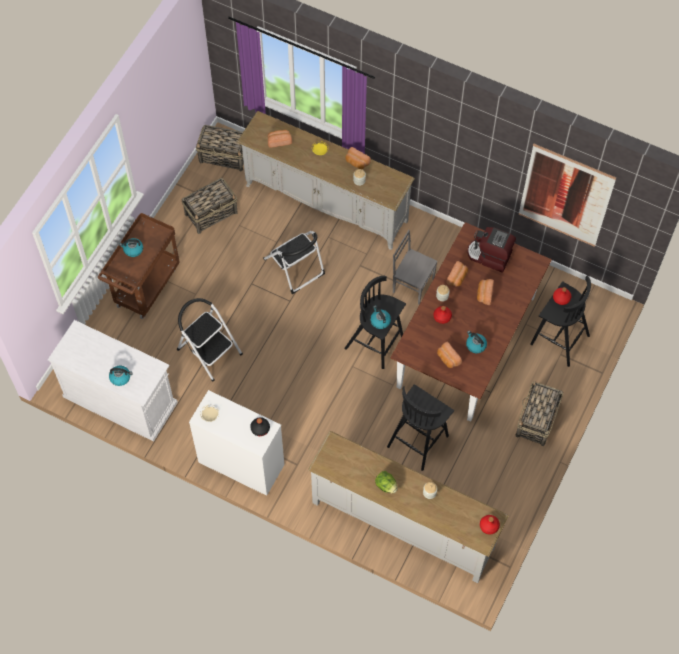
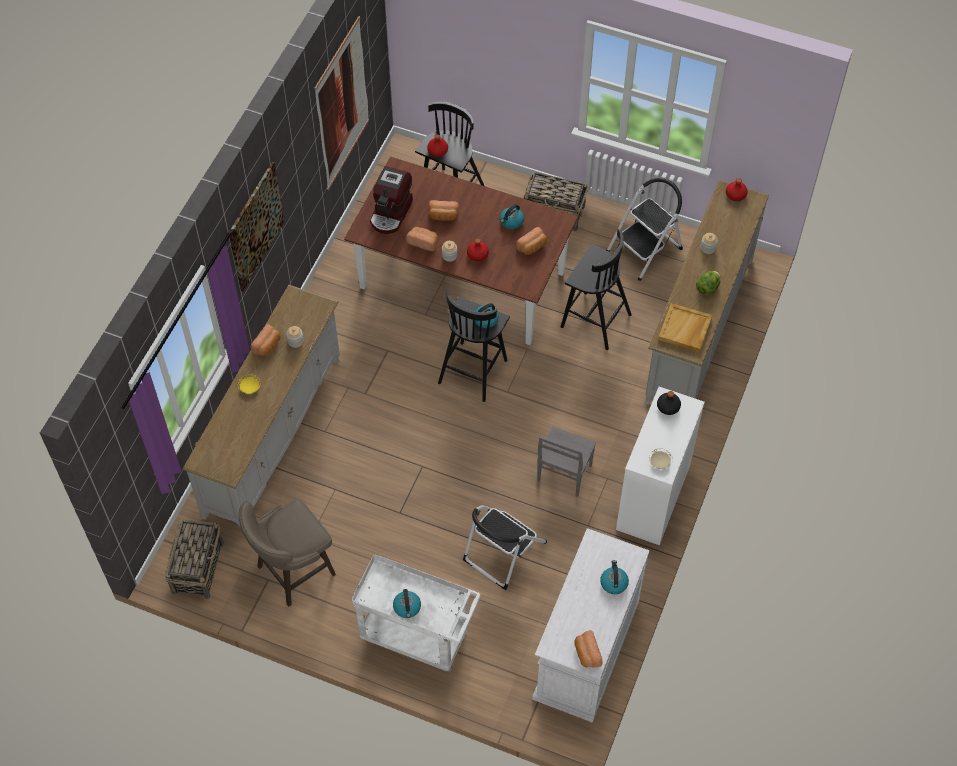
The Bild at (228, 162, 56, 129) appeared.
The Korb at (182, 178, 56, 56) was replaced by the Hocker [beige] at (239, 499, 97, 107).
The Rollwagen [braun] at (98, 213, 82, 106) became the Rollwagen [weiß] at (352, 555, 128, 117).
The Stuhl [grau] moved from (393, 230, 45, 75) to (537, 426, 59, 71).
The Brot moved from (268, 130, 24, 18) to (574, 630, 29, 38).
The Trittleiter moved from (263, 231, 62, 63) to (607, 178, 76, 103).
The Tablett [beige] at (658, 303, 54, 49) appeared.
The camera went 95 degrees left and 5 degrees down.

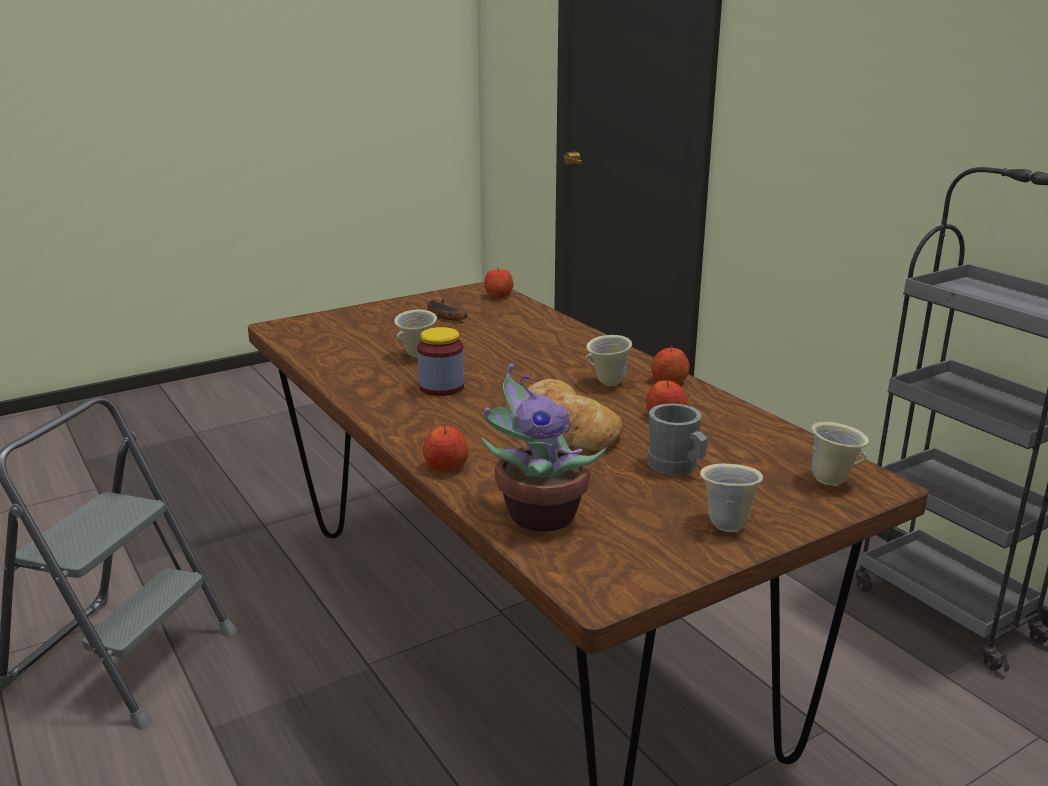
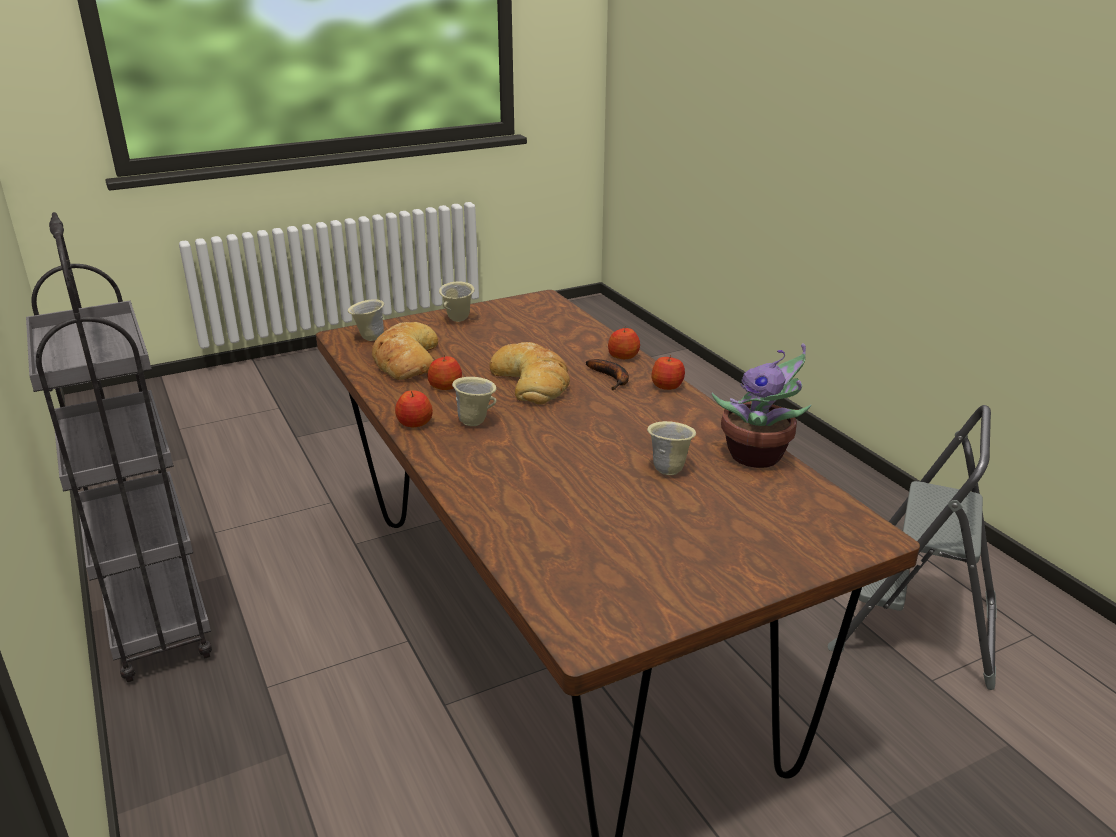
The Brot at (372, 322, 66, 58) appeared.
The Banane moved from (427, 299, 41, 22) to (586, 359, 43, 31).
The Apfel moved from (484, 269, 29, 29) to (651, 355, 34, 35).
The Topfpflanze moved from (482, 364, 124, 168) to (712, 343, 99, 125).
The Vorratsglas at (417, 327, 47, 69) disappeared.
The Henkelbecher [grau] at (647, 403, 61, 73) disappeared.
The camera went 175 degrees left and 5 degrees up.

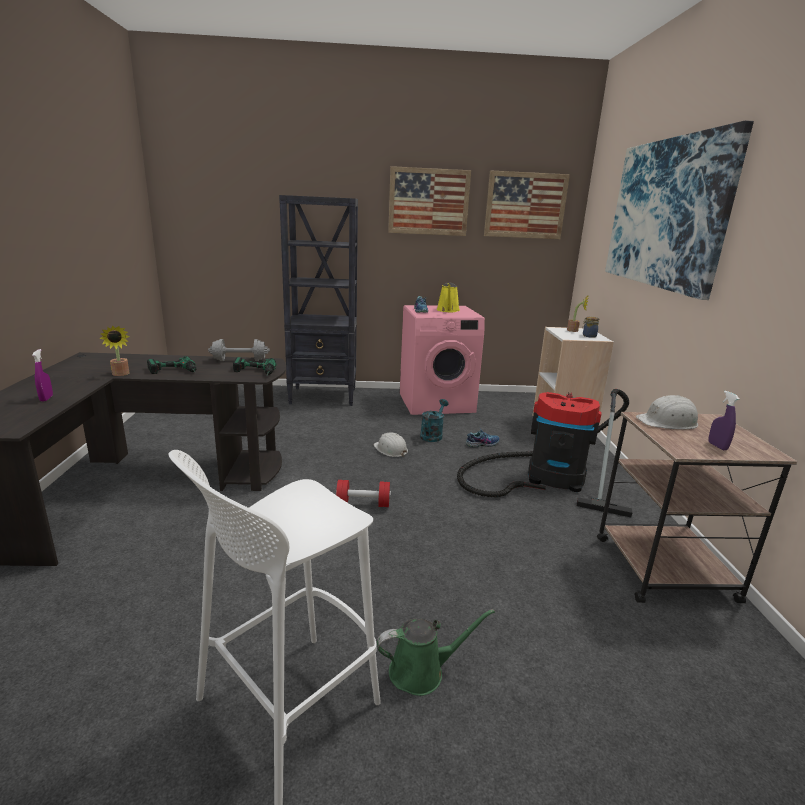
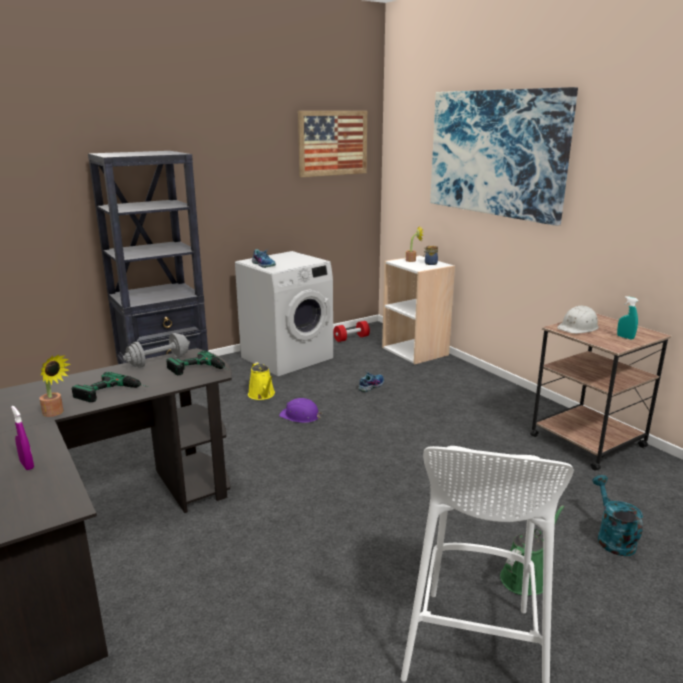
The Waschmaschine [rosa] at (400, 305, 85, 110) became the Waschmaschine [weiß] at (235, 251, 98, 125).
The Gießkanne [gelb] moved from (437, 283, 23, 29) to (248, 362, 27, 38).
The Schutzhelm [weiß] at (373, 432, 35, 25) became the Schutzhelm [lila] at (279, 398, 43, 25).
The Hantel [rot] moved from (336, 480, 55, 27) to (333, 321, 37, 21).
The Gießkanne [türkis] moved from (420, 399, 29, 43) to (592, 475, 51, 81).
The Sprühflasche [lila] at (709, 391, 30, 59) became the Sprühflasche [türkis] at (617, 296, 21, 44).
The Bild at (388, 166, 83, 70) disappeared.
The Staubsauger at (457, 389, 175, 128) disappeared.
The camera went 30 degrees left and 0 degrees up.

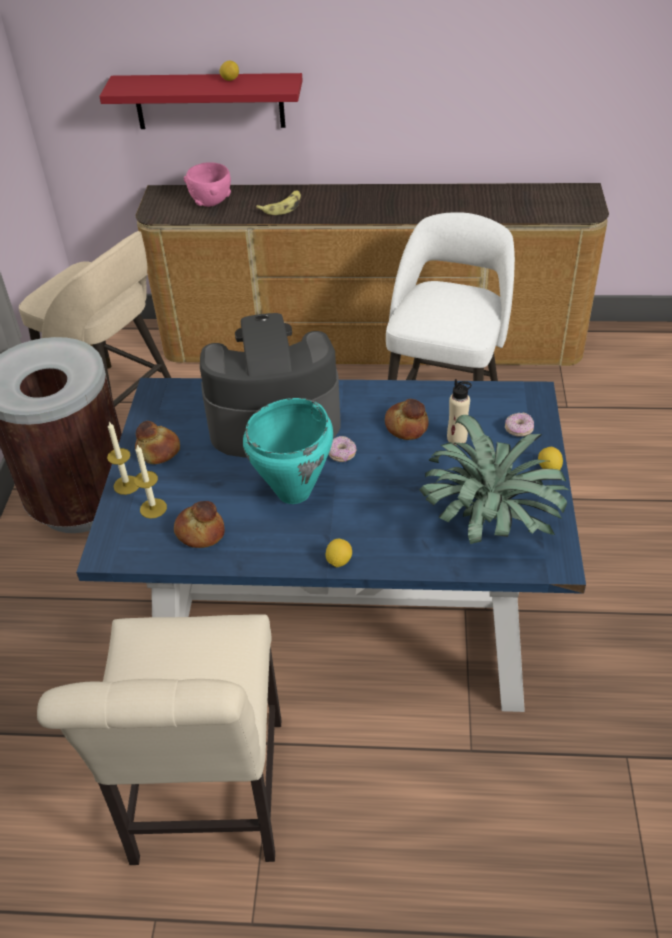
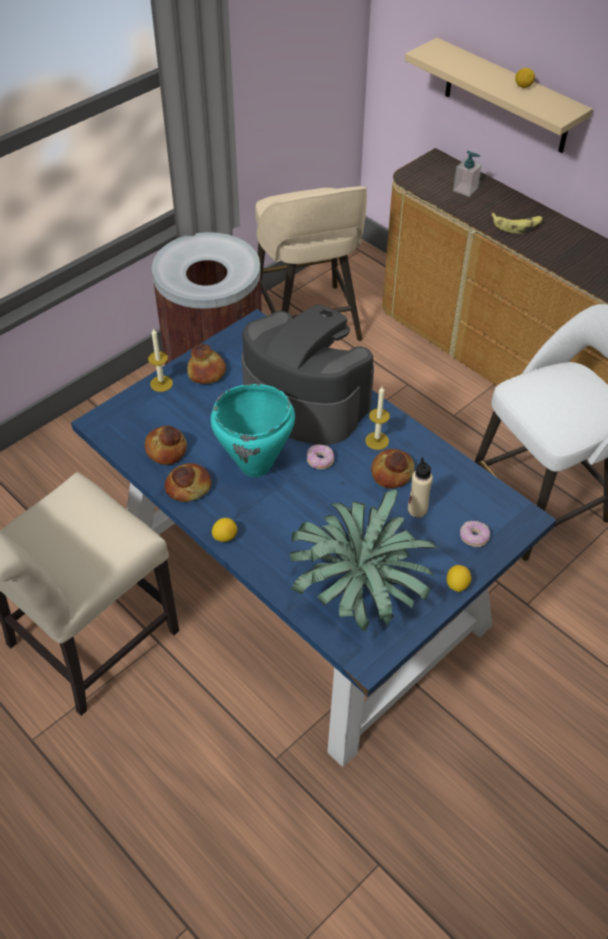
The Brot at (165, 463, 46, 39) appeared.
The Kerze moved from (134, 445, 33, 74) to (365, 386, 25, 64).
The Wandregal [rot] at (99, 73, 204, 56) became the Wandregal [beige] at (405, 38, 188, 115).
The Schüssel [rosa] at (184, 162, 47, 45) was replaced by the Seifenspender at (453, 151, 29, 46).
The camera went 40 degrees right and 5 degrees up.

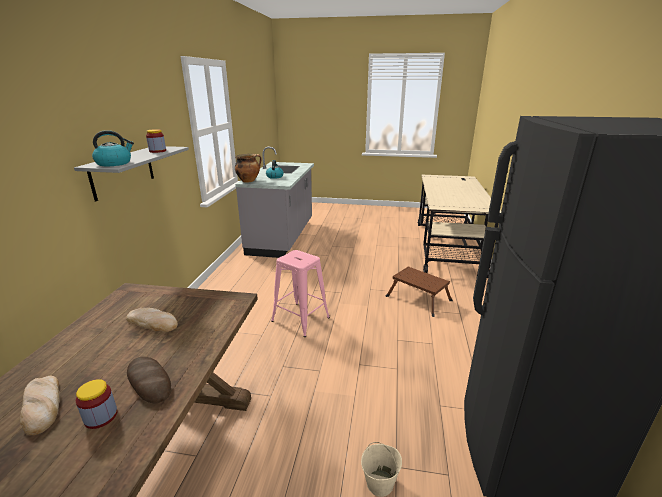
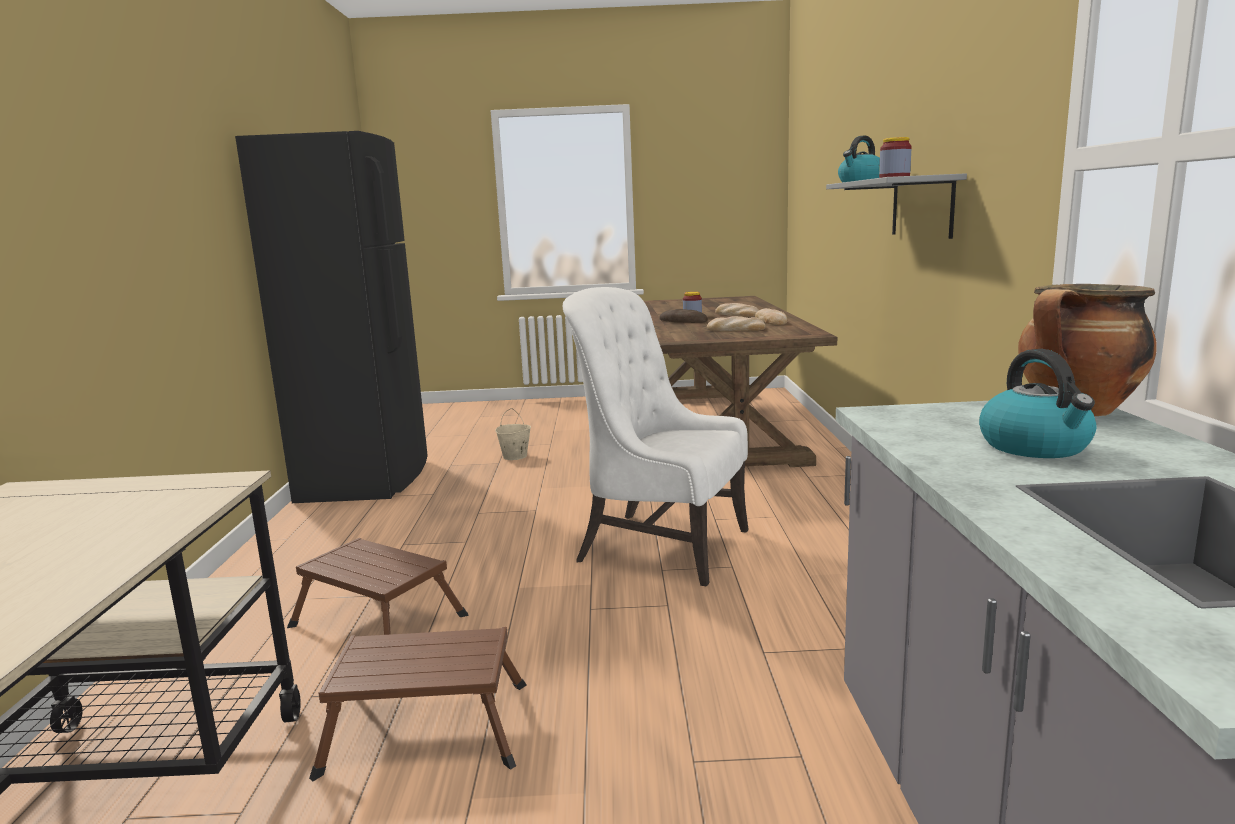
The Trittleiter [braun] at (309, 627, 218, 154) appeared.
The Hocker [rosa] at (271, 250, 59, 87) was replaced by the Stuhl [weiß] at (563, 287, 186, 299).
The Brot at (755, 308, 32, 17) appeared.
The camera went 170 degrees right and 10 degrees down.

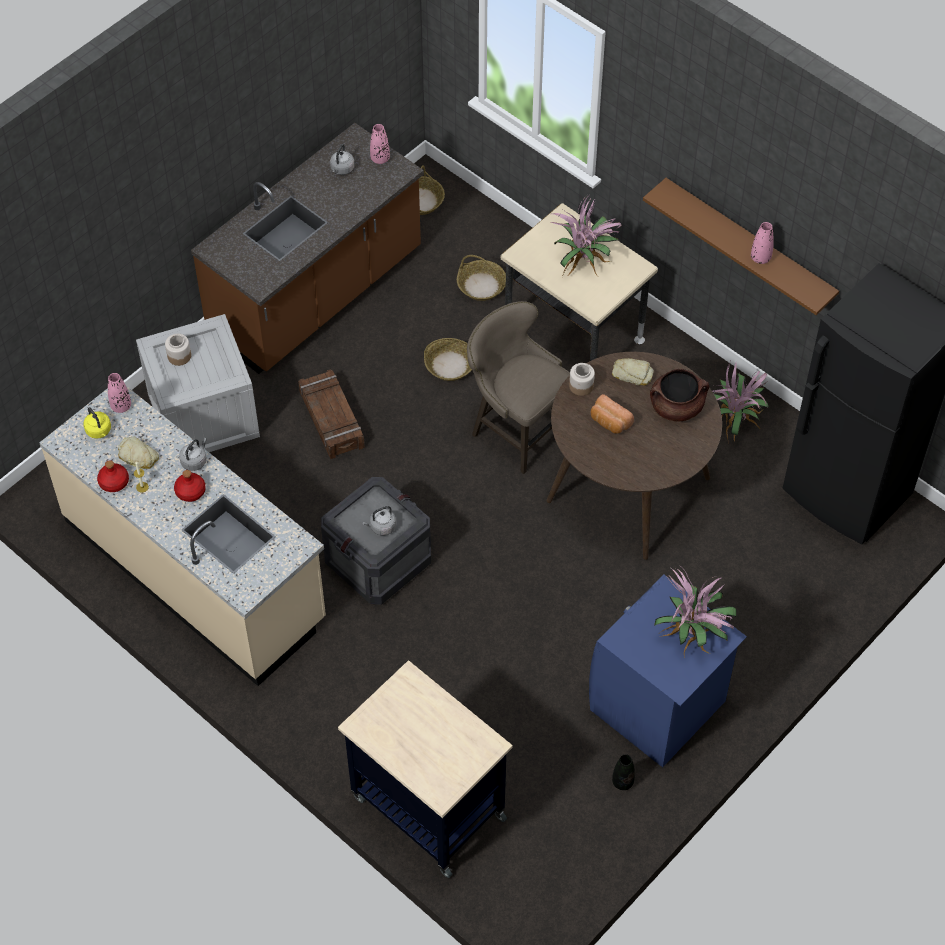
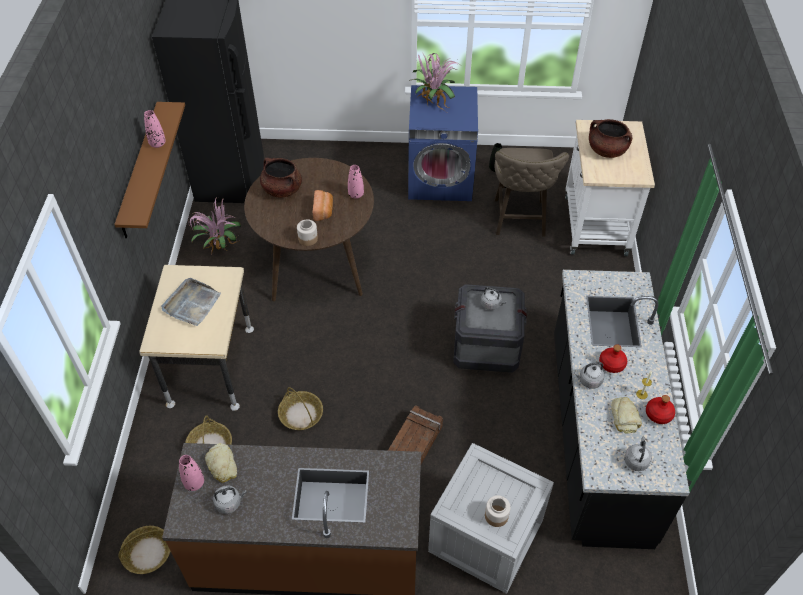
The Topfpflanze at (550, 197, 72, 80) was replaced by the Tablett [grau] at (161, 278, 60, 48).
The Brot moved from (612, 358, 42, 27) to (205, 443, 32, 40).
The Vase [rosa] moved from (108, 373, 23, 40) to (348, 165, 16, 34).
The Hocker [beige] moved from (467, 301, 103, 173) to (495, 148, 74, 89).
The Küchenzeile [beige] at (39, 386, 287, 300) became the Küchenzeile [schwarz] at (554, 270, 136, 279).
The Rollwagen [blau] at (338, 660, 175, 218) became the Rollwagen [weiß] at (565, 120, 90, 136).
The Kochtopf [braun] at (589, 119, 43, 39) appeared.
The Wasserkessel [gelb] at (84, 407, 27, 32) became the Wasserkessel [grau] at (624, 437, 28, 34).
The camera went 130 degrees left and 5 degrees down.

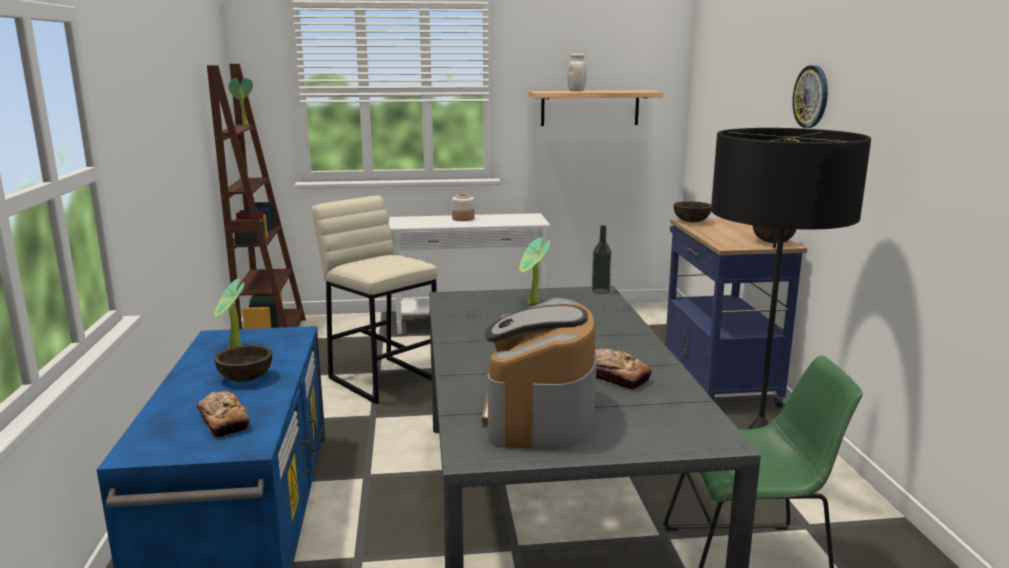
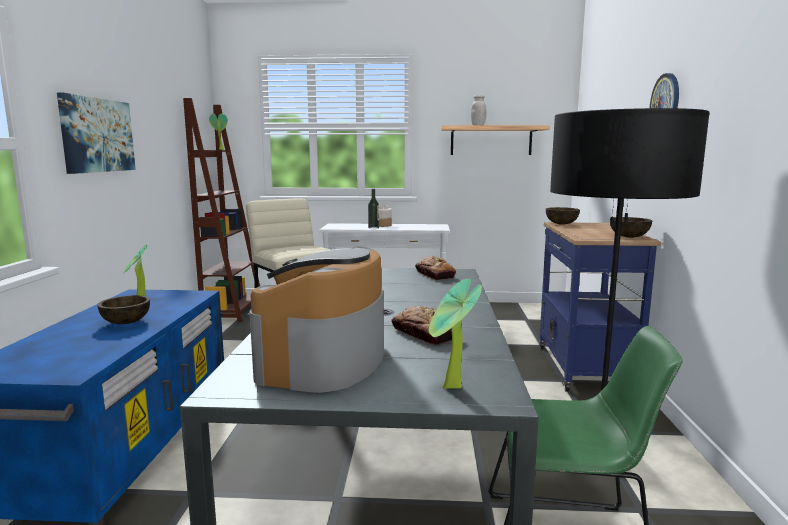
The Bild at (57, 93, 79, 81) appeared.
The Flasche moved from (592, 225, 20, 69) to (368, 189, 11, 40).
The Brot moved from (196, 391, 54, 46) to (415, 256, 41, 24).
The Topfpflanze moved from (519, 237, 31, 67) to (429, 279, 53, 110).
The camera went 10 degrees right and 5 degrees down.

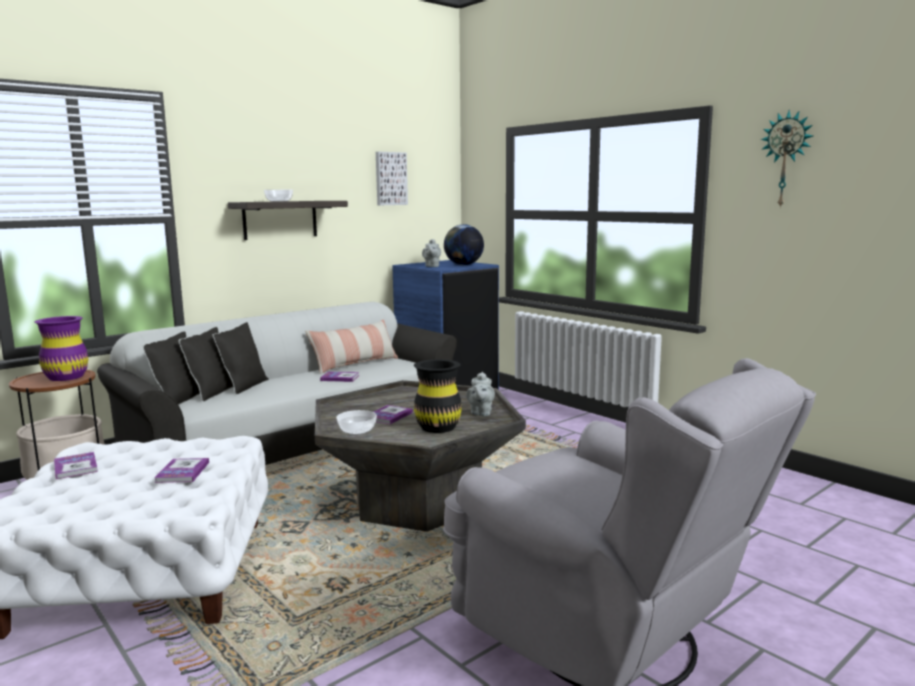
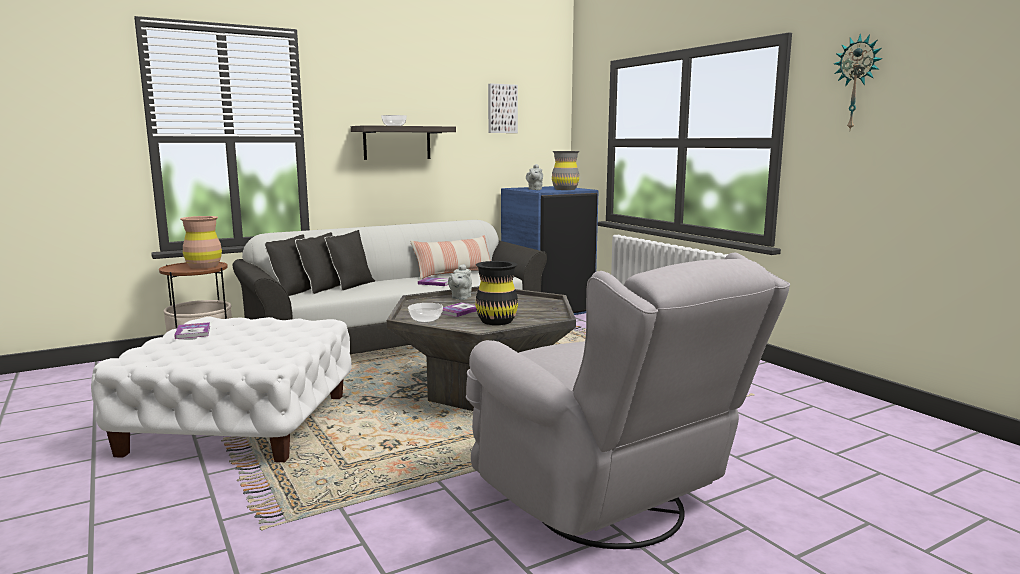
The Vase [lila] at (34, 316, 54, 65) became the Vase [braun] at (180, 216, 42, 53).
The Teekanne [grau] moved from (466, 372, 29, 44) to (448, 264, 24, 36).
The Globus at (444, 224, 40, 41) was replaced by the Vase [grau] at (552, 151, 27, 39).
The Buch at (154, 458, 55, 25) disappeared.
The camera went 10 degrees right and 0 degrees up.

